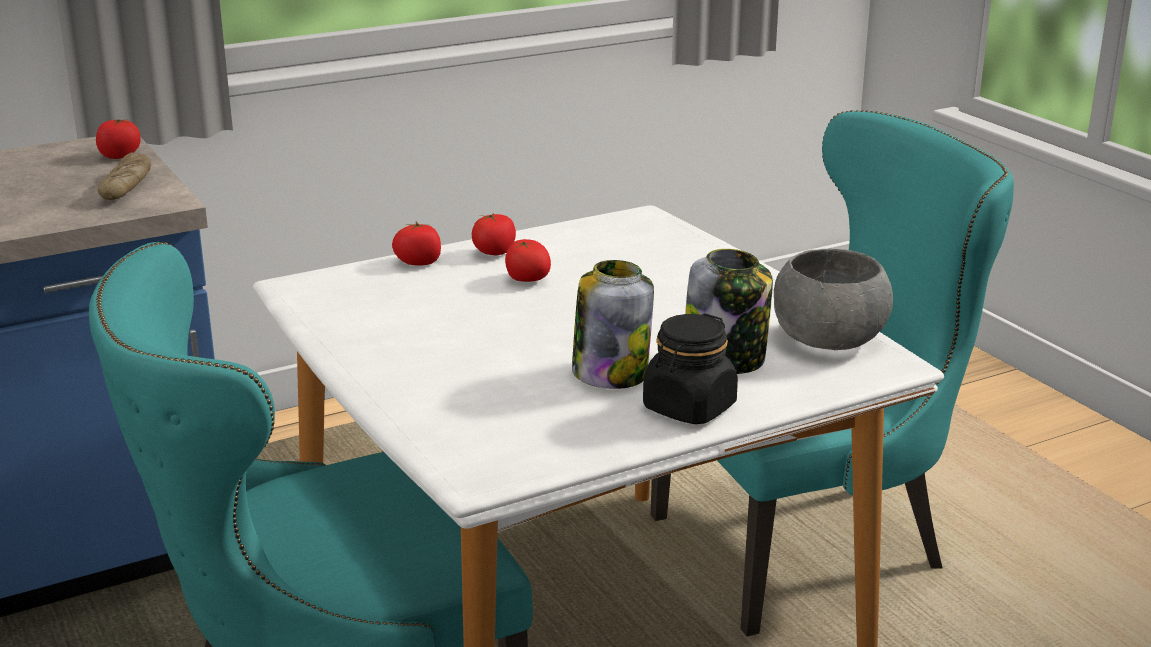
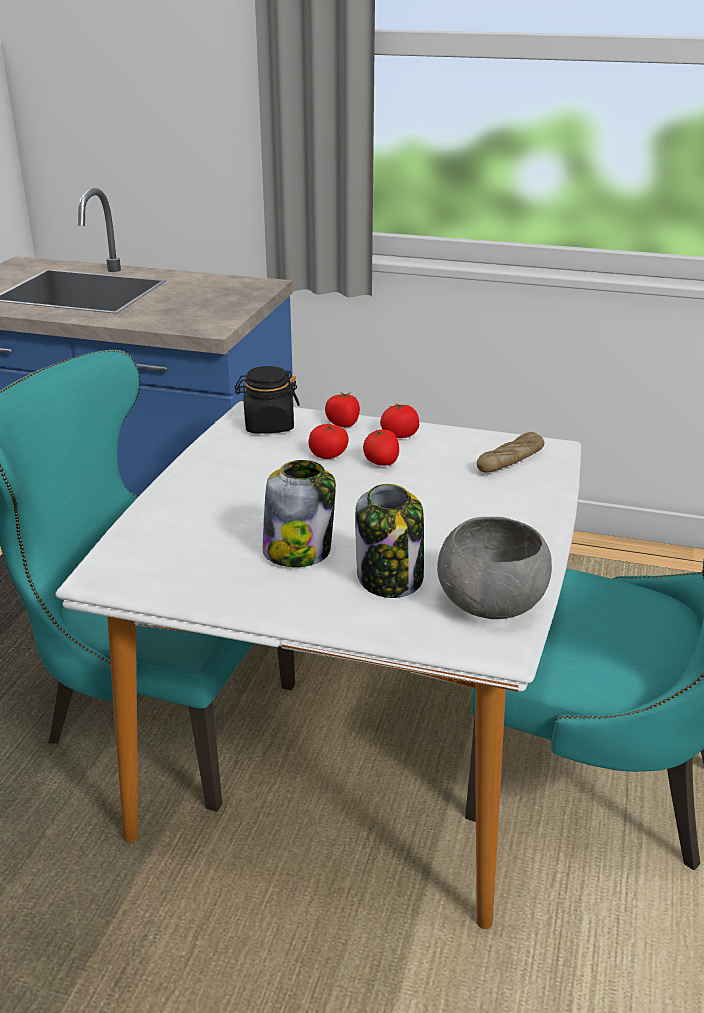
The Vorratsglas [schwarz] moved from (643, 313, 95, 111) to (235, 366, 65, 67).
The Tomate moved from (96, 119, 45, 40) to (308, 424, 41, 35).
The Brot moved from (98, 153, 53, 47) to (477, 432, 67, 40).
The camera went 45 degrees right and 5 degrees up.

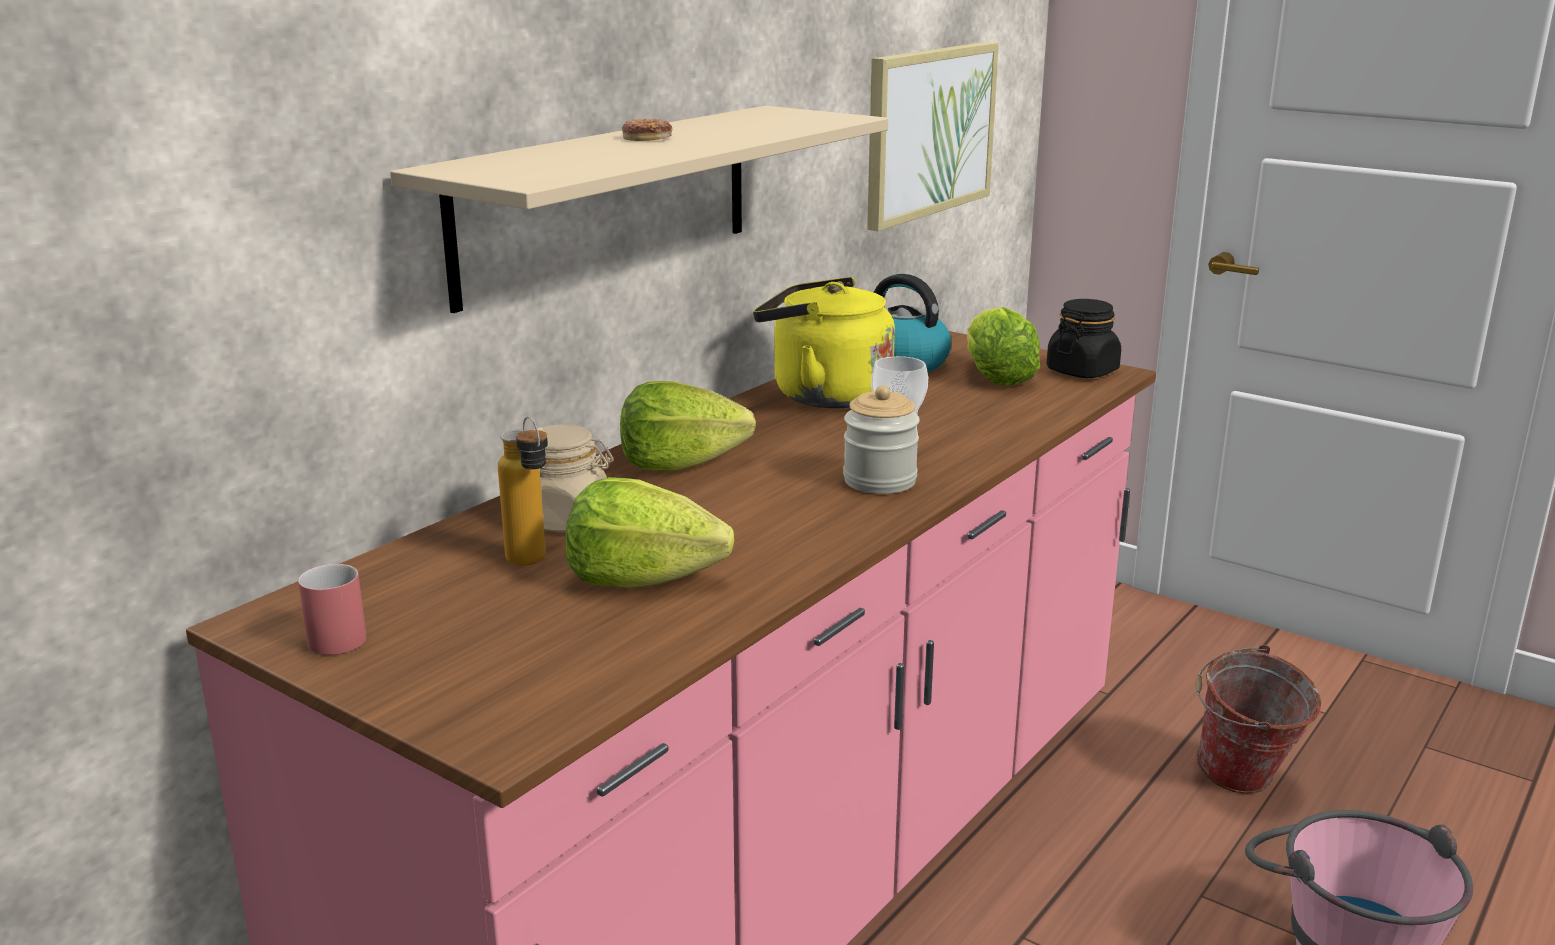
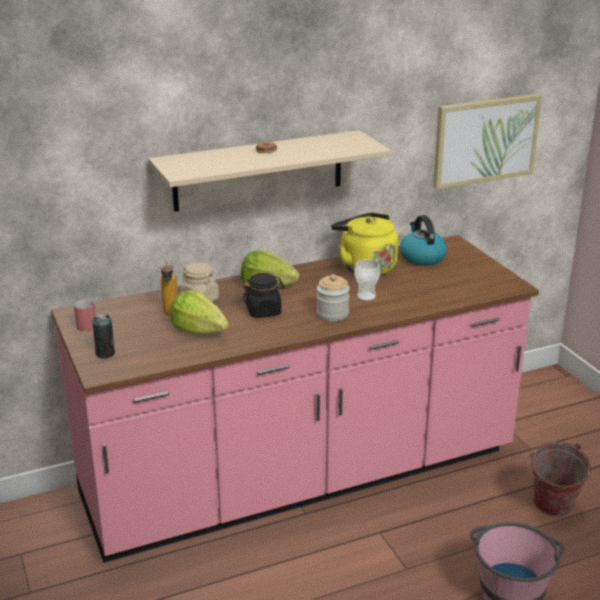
The Dose at (92, 314, 23, 45) appeared.
The Vorratsglas [schwarz] moved from (1047, 299, 74, 79) to (243, 273, 42, 45).
The Salatkopf at (967, 307, 73, 79) disappeared.
The camera went 30 degrees right and 5 degrees up.

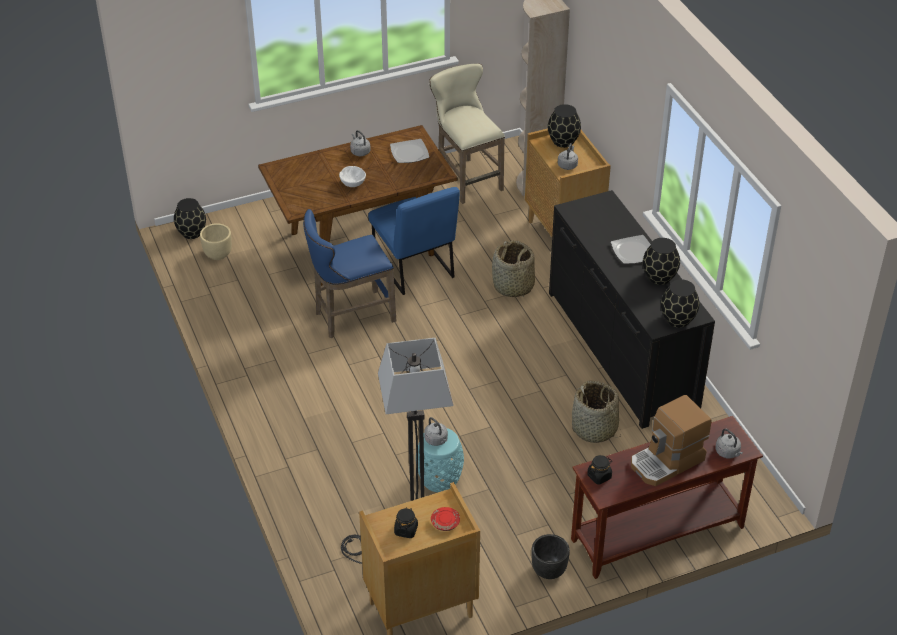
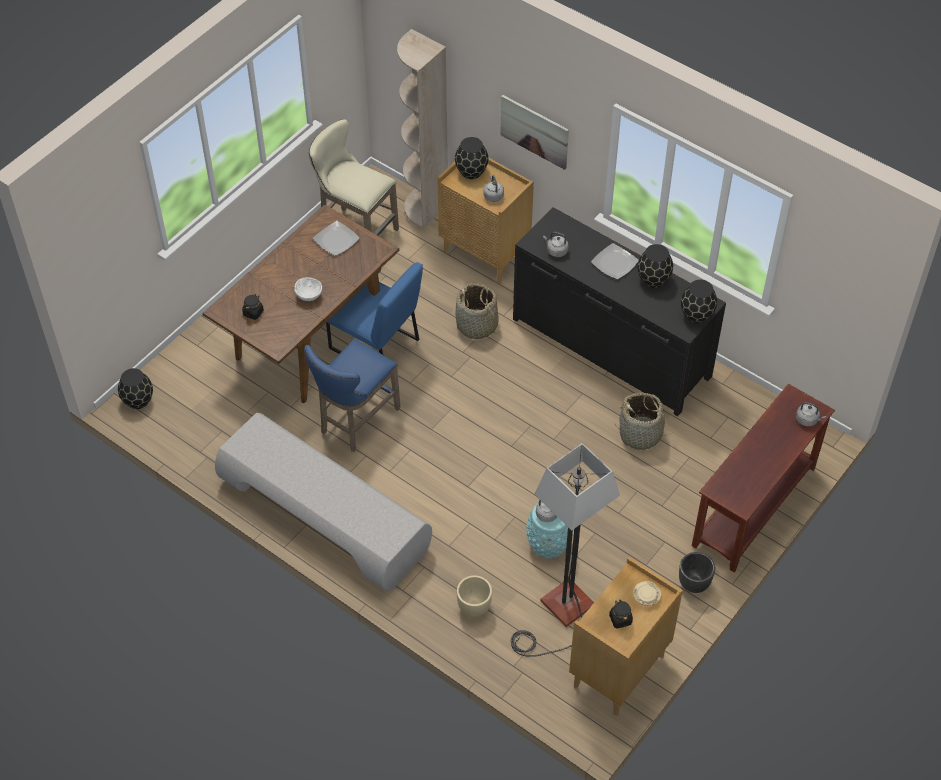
The Bank [grau] at (215, 413, 217, 179) appeared.
The Vorratsglas [schwarz] moved from (587, 455, 25, 30) to (242, 294, 22, 26).
The Pflanzkübel [beige] moved from (200, 223, 32, 37) to (457, 575, 35, 42).
The Bild at (500, 95, 69, 75) appeared.
The Wasserkessel [grau] moved from (350, 130, 21, 26) to (543, 232, 25, 25).
The Teller [rot] at (431, 507, 29, 24) became the Teller [beige] at (633, 581, 28, 25).
The Kaffeemaschine at (631, 395, 80, 91) disappeared.
The camera went 30 degrees left and 10 degrees up.

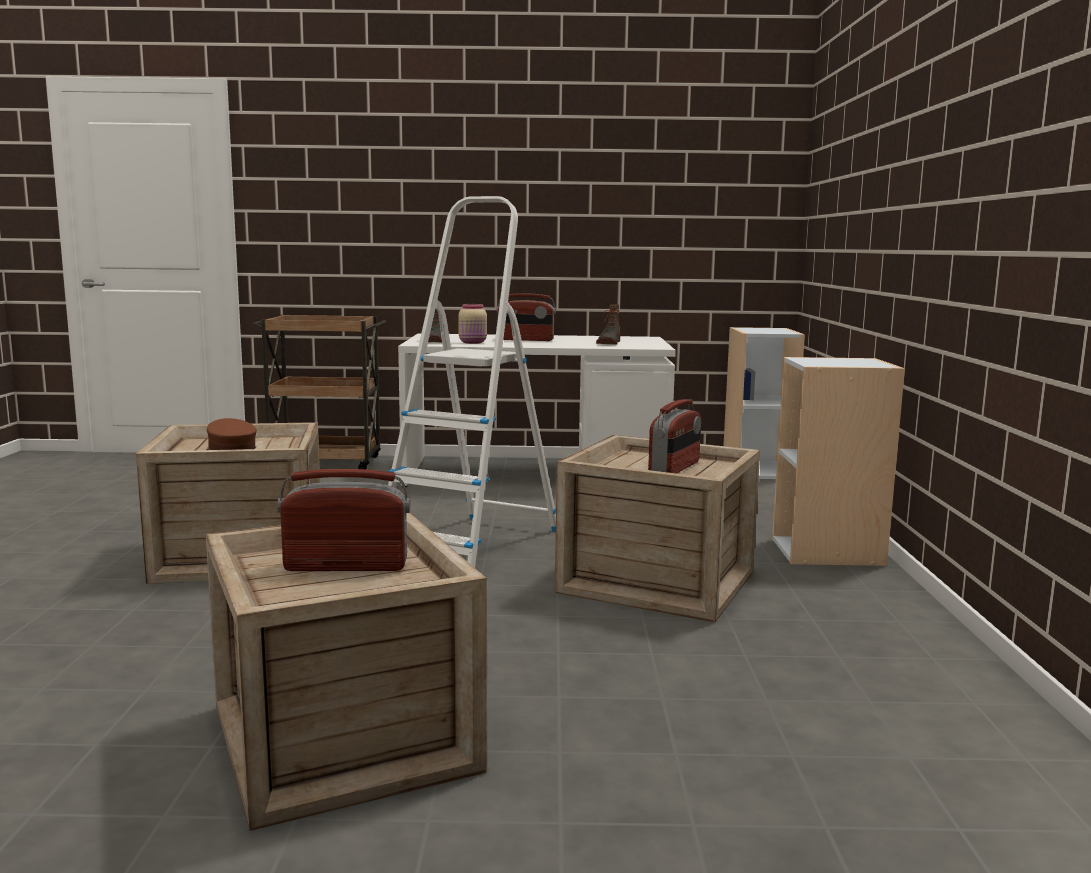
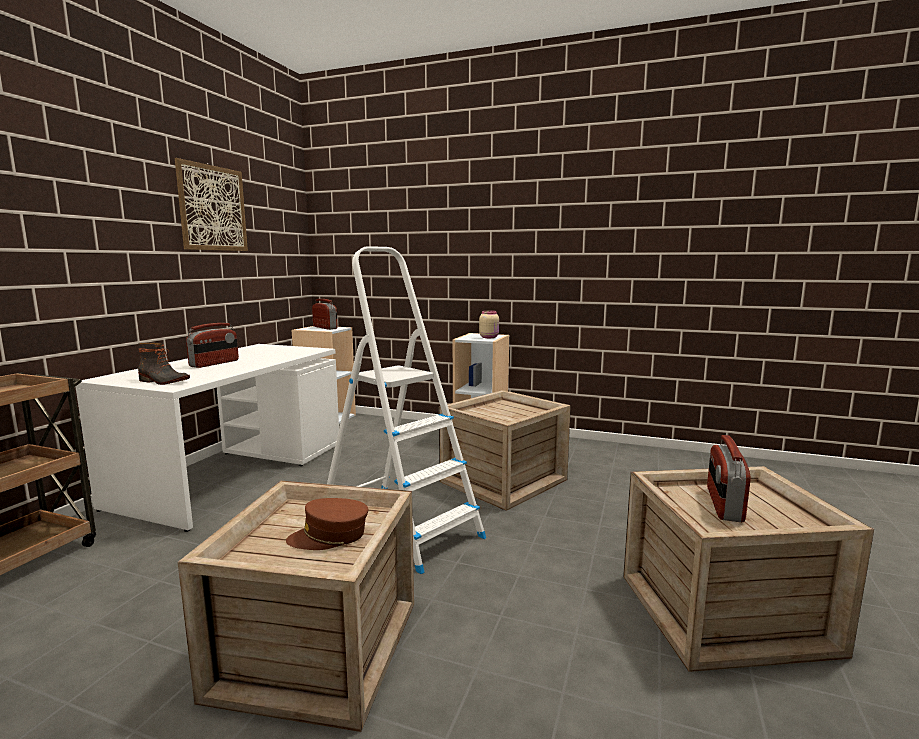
The Bild at (175, 158, 73, 93) appeared.
The Radio moved from (648, 399, 53, 75) to (312, 299, 26, 31).
The Vorratsglas [beige] moved from (458, 304, 29, 40) to (479, 310, 20, 28).
The Stiefel at (596, 304, 24, 41) disappeared.
The camera went 70 degrees left and 0 degrees up.

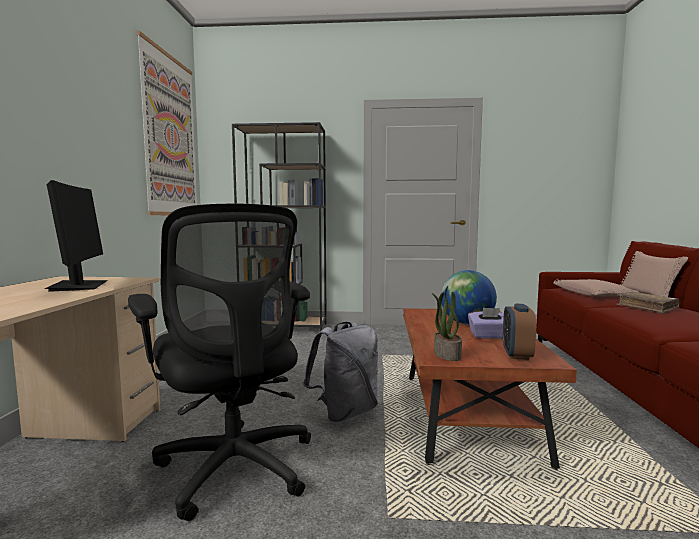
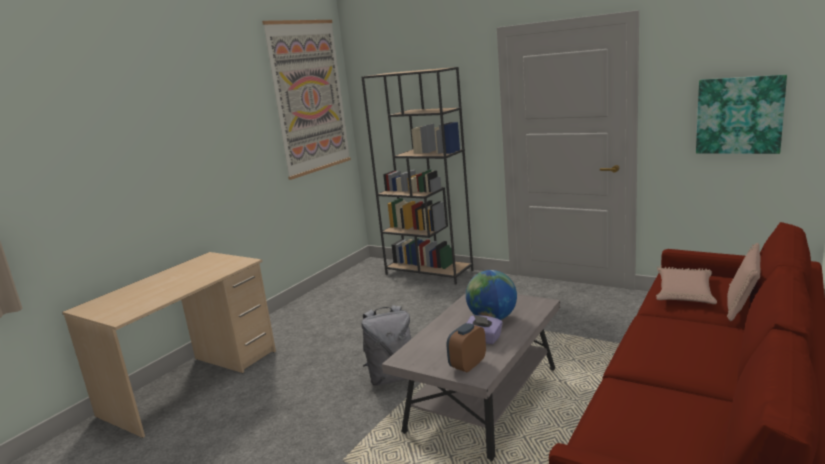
The Couchtisch [braun] at (403, 308, 174, 162) became the Couchtisch [grau] at (382, 293, 178, 168).
The Bild at (696, 75, 91, 79) appeared.
The Monitor at (45, 180, 63, 112) disappeared.
The Bürostuhl [schwarz] at (128, 204, 183, 317) disappeared.
The Topfpflanze at (432, 286, 30, 75) disappeared.
The Buch [braun] at (616, 292, 64, 22) disappeared.
The camera went 30 degrees right and 10 degrees up.

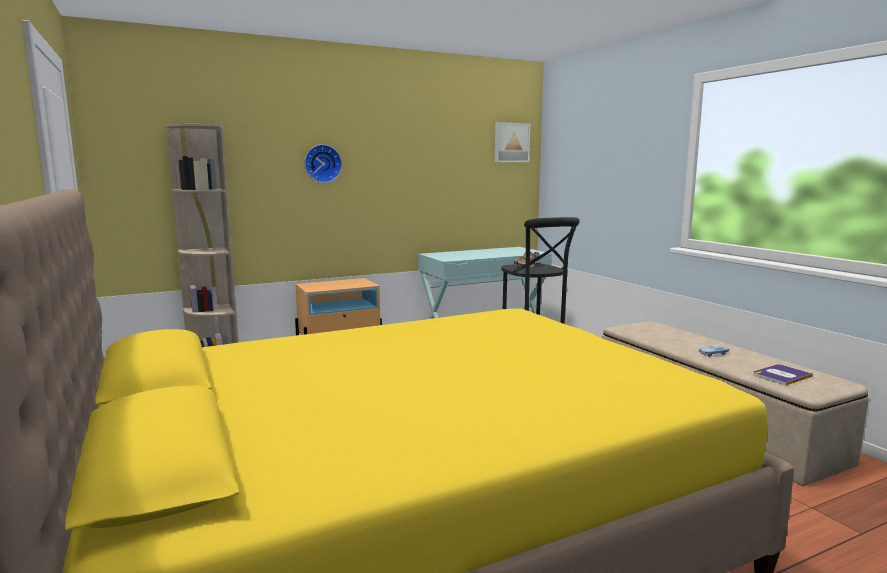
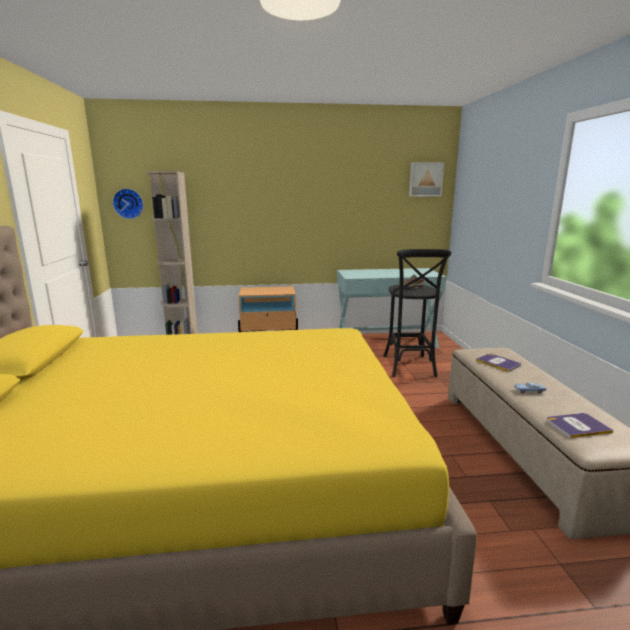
The Wanduhr moved from (305, 144, 37, 39) to (113, 188, 31, 31).
The Buch at (476, 354, 45, 18) appeared.
The camera went 20 degrees right and 5 degrees up.

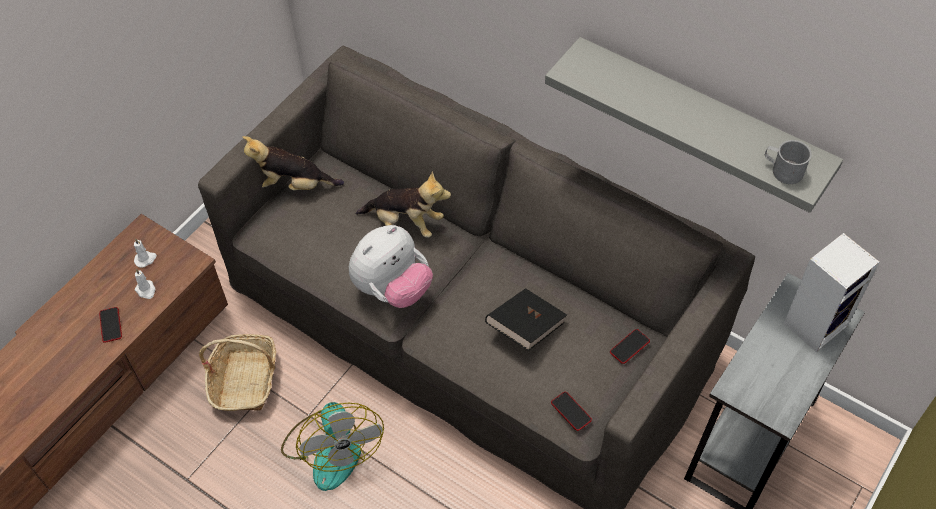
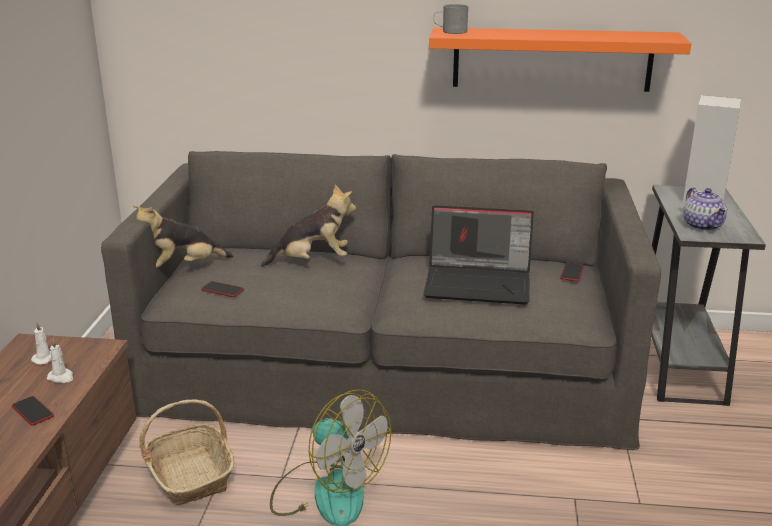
The Handy moved from (551, 392, 41, 39) to (201, 281, 43, 16).
The Buch [schwarz] at (485, 288, 82, 63) was replaced by the Laptop at (423, 205, 111, 100).
The Wandregal [grau] at (545, 37, 298, 176) became the Wandregal [orange] at (429, 28, 262, 64).
The Henkelbecher [grau] moved from (765, 140, 47, 44) to (434, 4, 35, 30).
The Teekanne at (683, 187, 45, 44) appeared.
The Plüschtier at (349, 225, 84, 83) disappeared.
The camera went 30 degrees left and 30 degrees down.

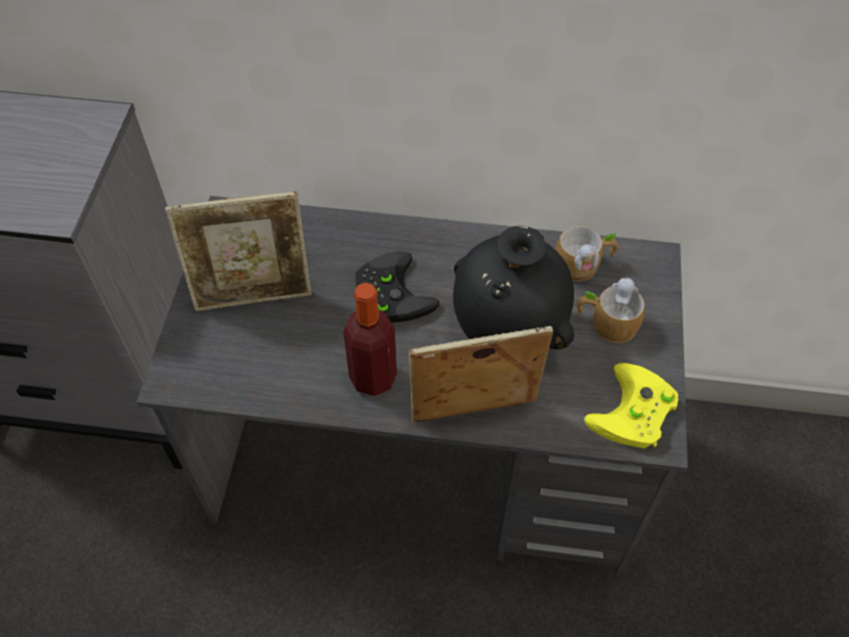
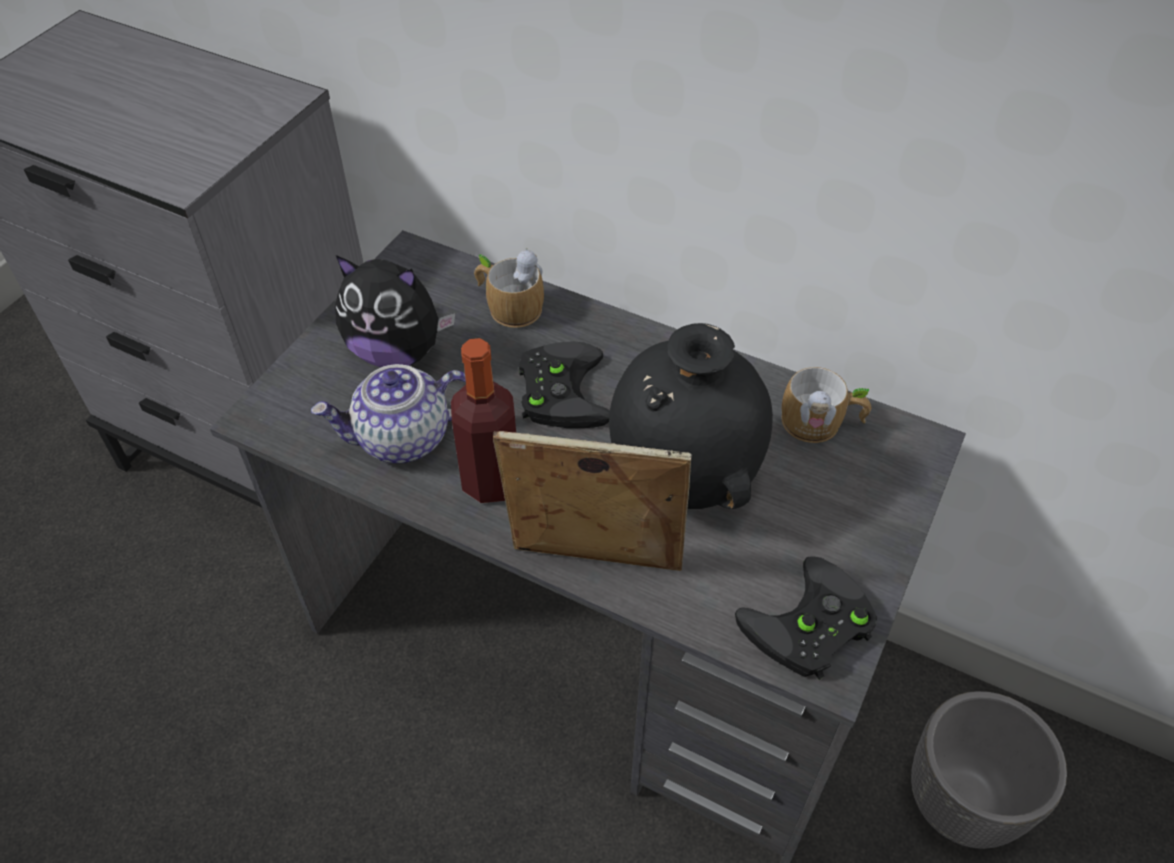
The Teekanne at (311, 364, 155, 99) appeared.
The Bilderrahmen at (165, 191, 147, 120) was replaced by the Plüschtier at (335, 255, 120, 112).
The Henkelbecher moved from (576, 277, 69, 66) to (474, 248, 70, 80).
The Gamepad [gelb] at (584, 363, 94, 86) became the Gamepad [schwarz] at (735, 556, 142, 124).
The Pflanzkübel [grau] at (911, 691, 156, 158) appeared.
The camera went 20 degrees right and 5 degrees down.

